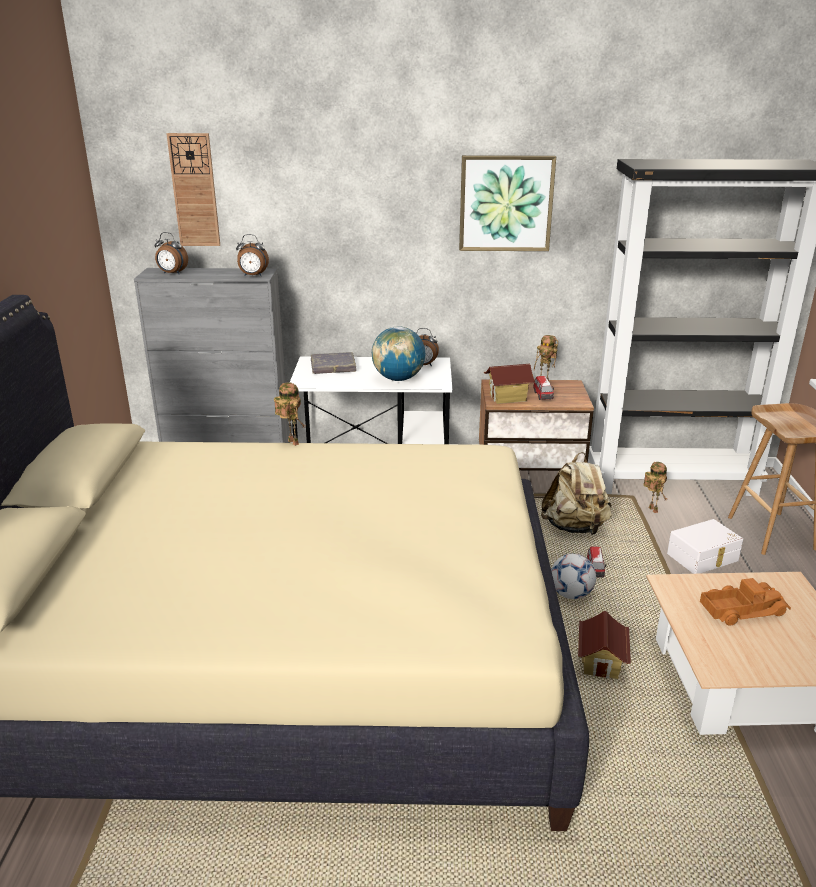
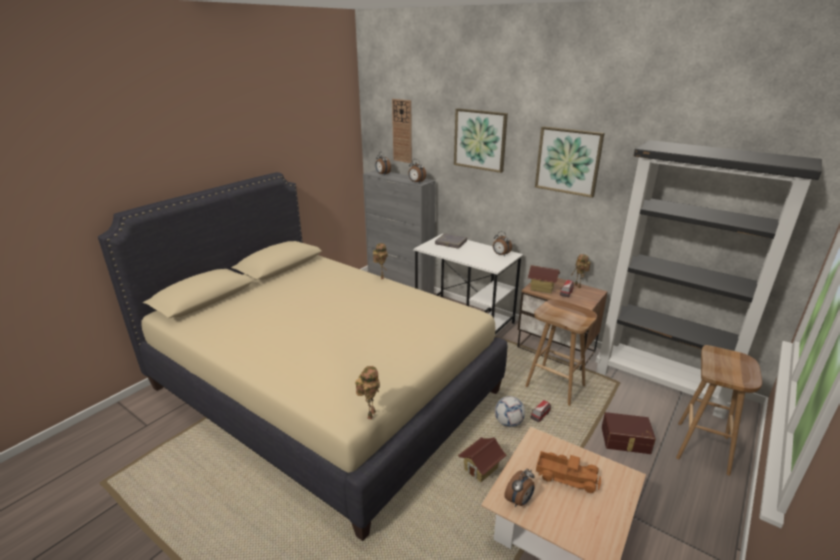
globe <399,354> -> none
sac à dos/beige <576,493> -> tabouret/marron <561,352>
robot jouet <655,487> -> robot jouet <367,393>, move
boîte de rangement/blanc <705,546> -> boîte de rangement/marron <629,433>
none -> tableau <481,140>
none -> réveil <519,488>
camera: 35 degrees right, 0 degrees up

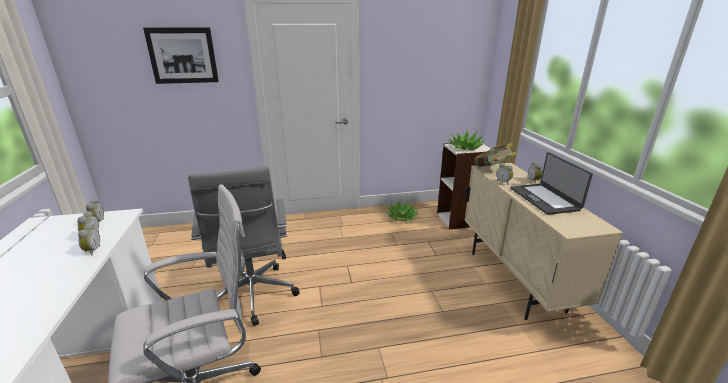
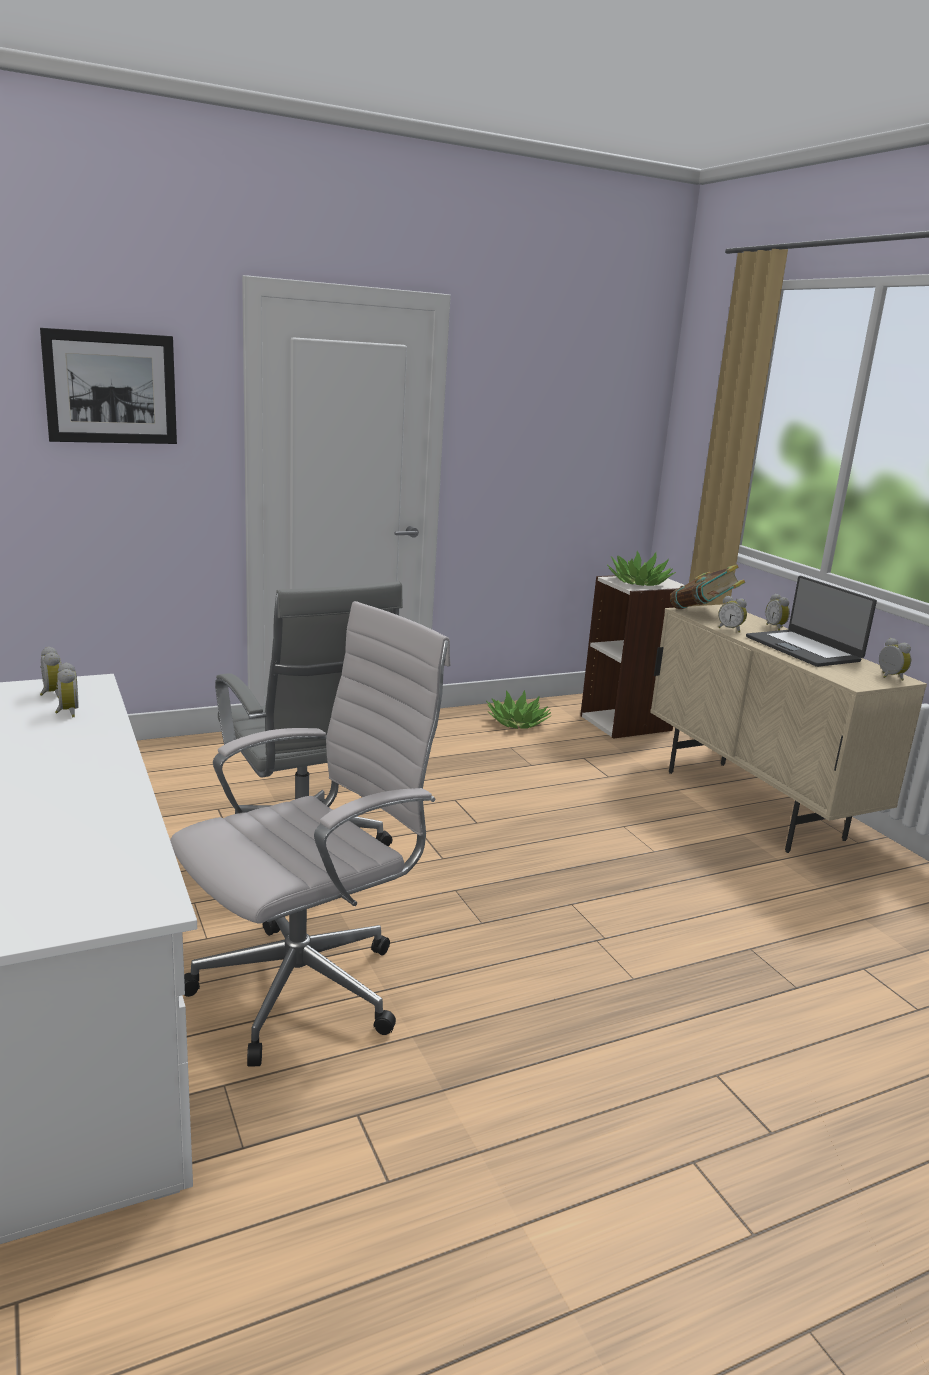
réveil <89,240> -> réveil <895,659>, move
camera: 15 degrees left, 5 degrees down

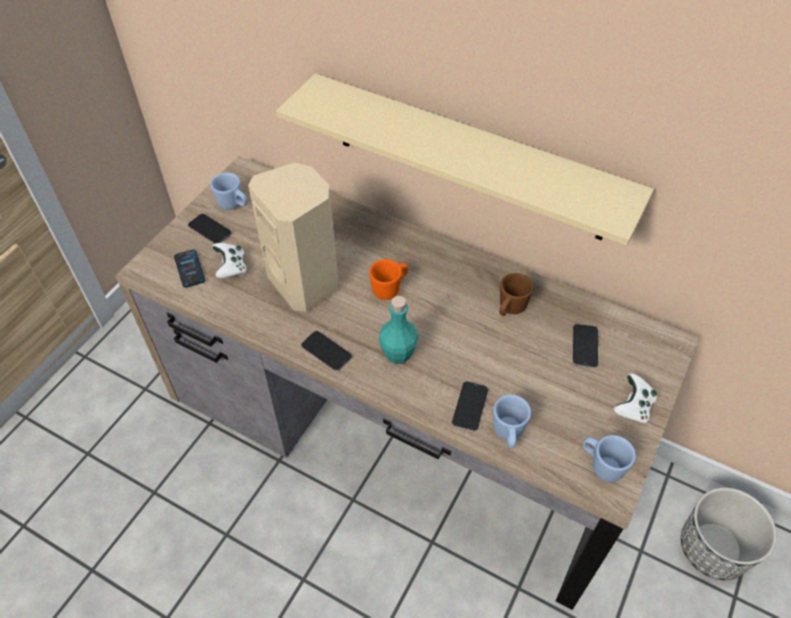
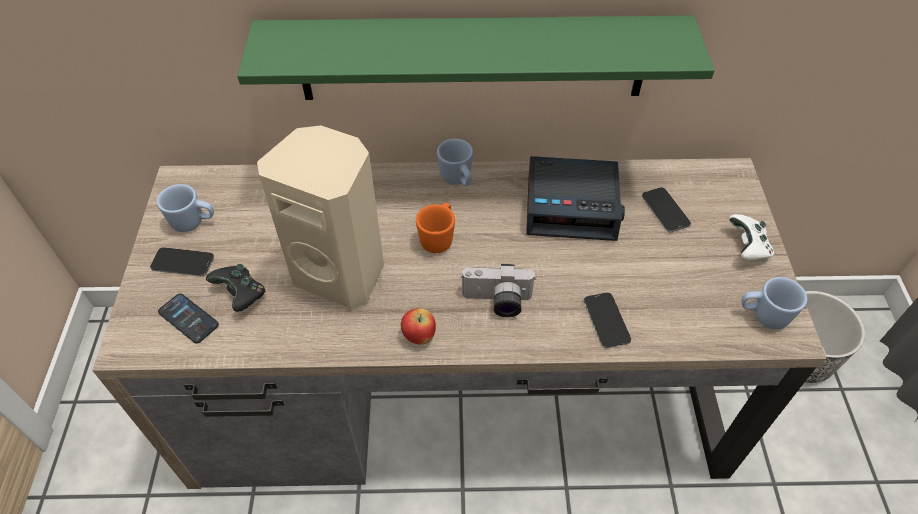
étagère/beige <465,159> -> étagère/vert <476,58>
manette/blanc <229,260> -> manette/noir <235,288>
mug/marron <516,294> -> réveil <575,198>
bouteille/turquoise <398,330> -> appareil photo <498,290>
téléphone <326,351> -> pomme <418,326>
mug/bleu <512,422> -> mug/bleu <455,162>, move
camera: 30 degrees left, 0 degrees up

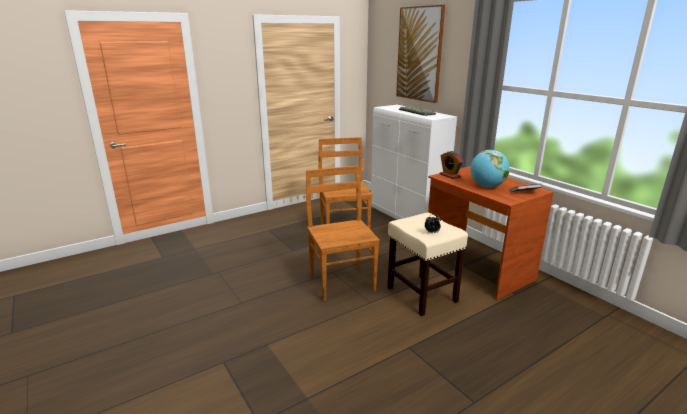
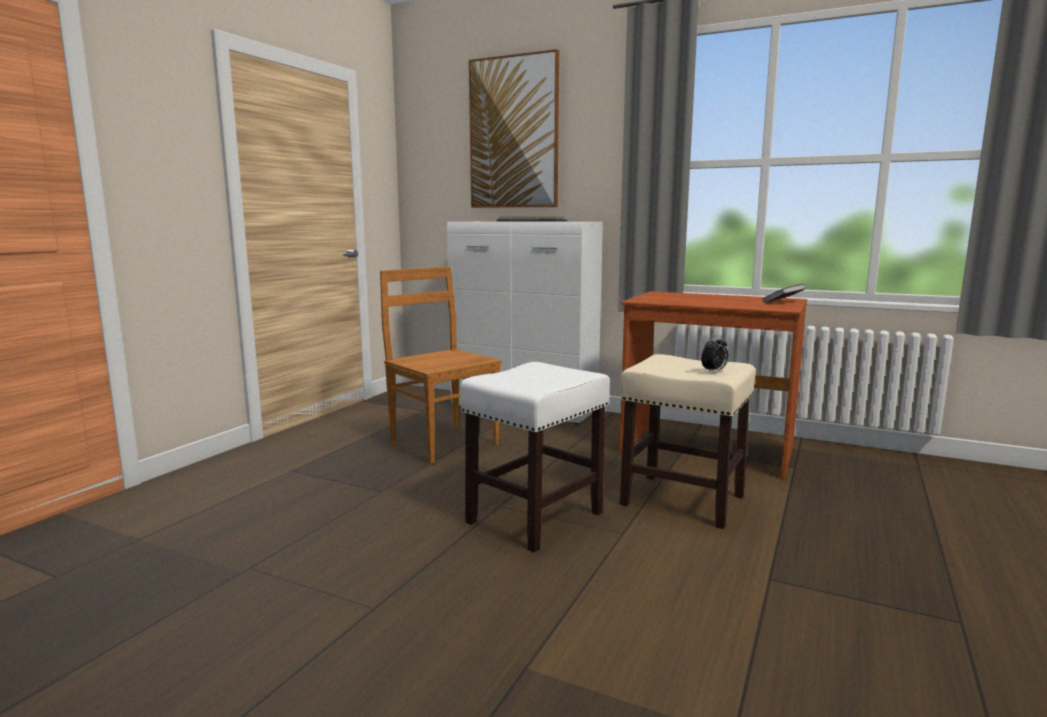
globe <490,169> -> none
réveil <451,165> -> none
chaise/marron <343,233> -> tabouret/blanc <535,457>
camera: 30 degrees left, 10 degrees down

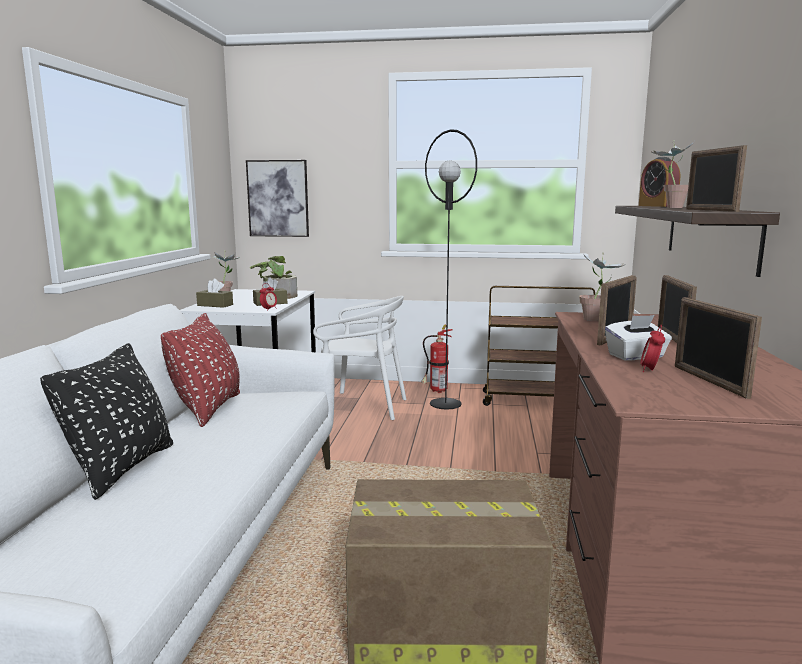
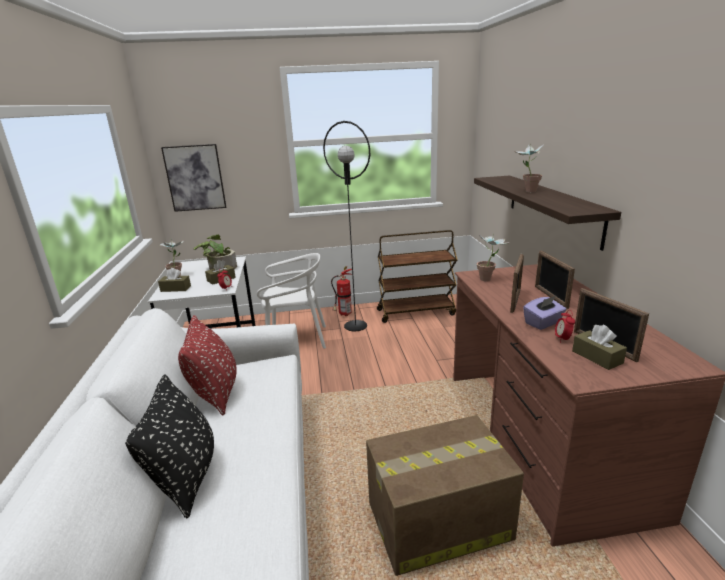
cadre photo <716,178> -> none
réveil <659,182> -> none
boîte à mouchoirs/blanc <638,338> -> boîte à mouchoirs/violet <544,313>
none -> boîte à mouchoirs/marron <599,347>
camera: 15 degrees left, 10 degrees up

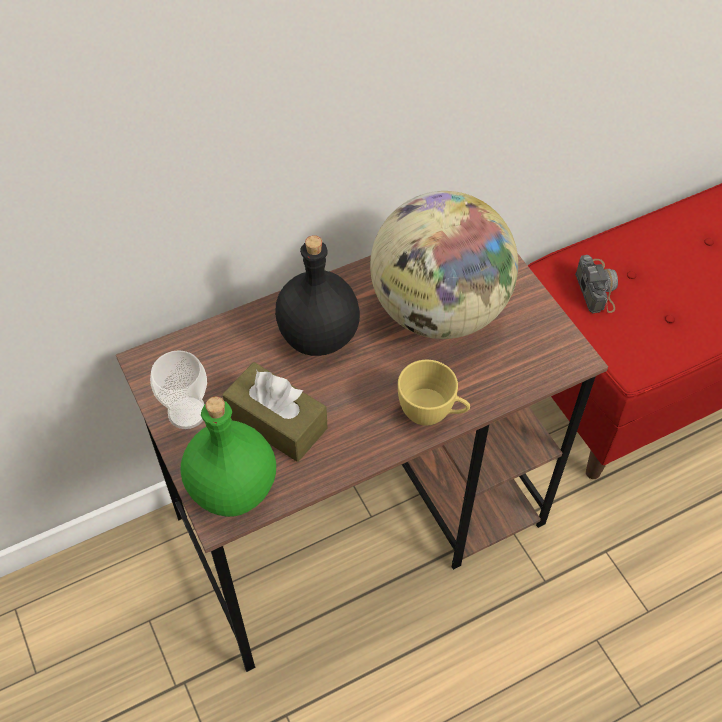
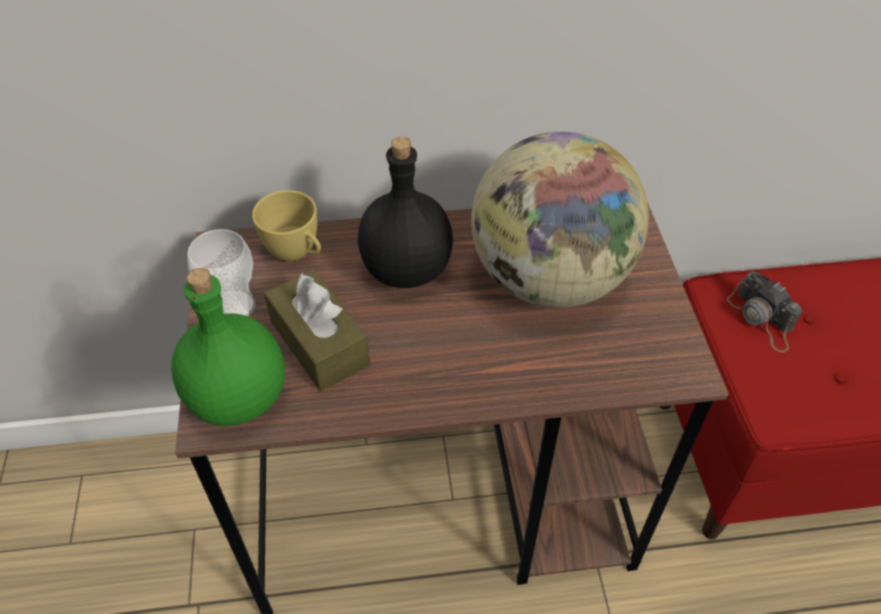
appareil photo <596,284> -> appareil photo <764,311>, 135 degrees clockwise
tasse/jaune <434,393> -> tasse/jaune <286,225>, move
camera: 20 degrees right, 5 degrees down

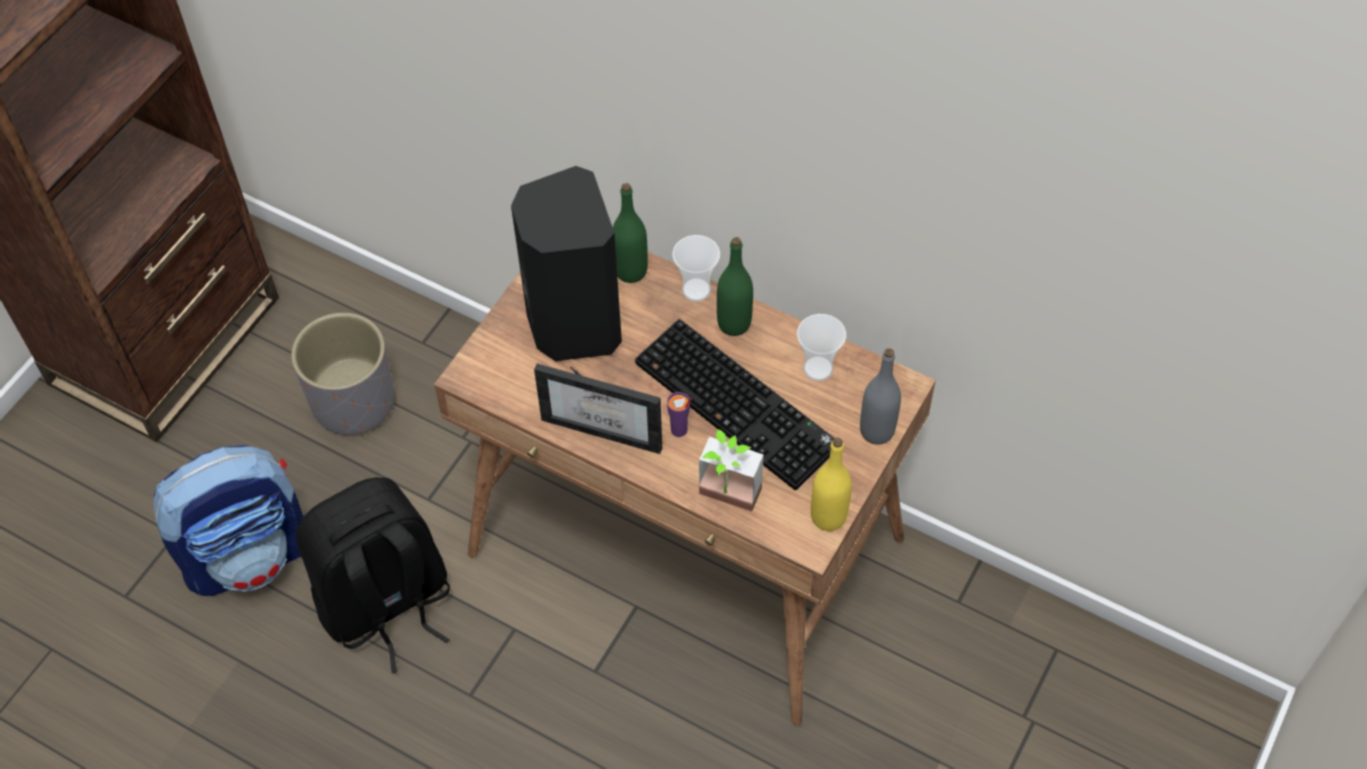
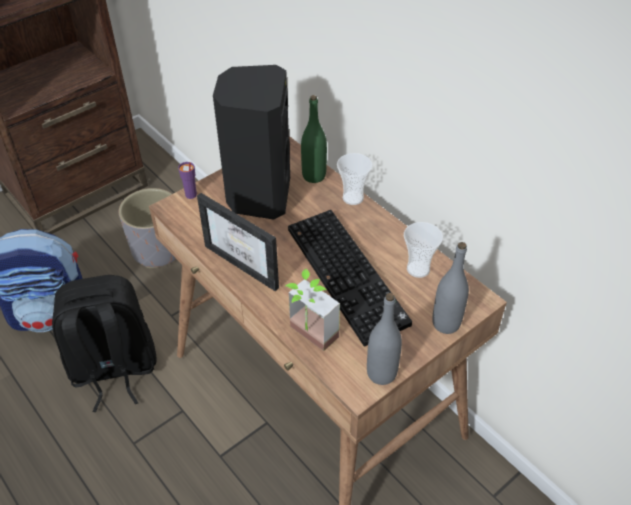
bouteille/vert <735,286> -> none
tasse/violet <679,414> -> tasse/violet <187,180>, move
bouteille/jaune <831,484> -> bouteille/gris <384,339>
camera: 20 degrees right, 10 degrees down

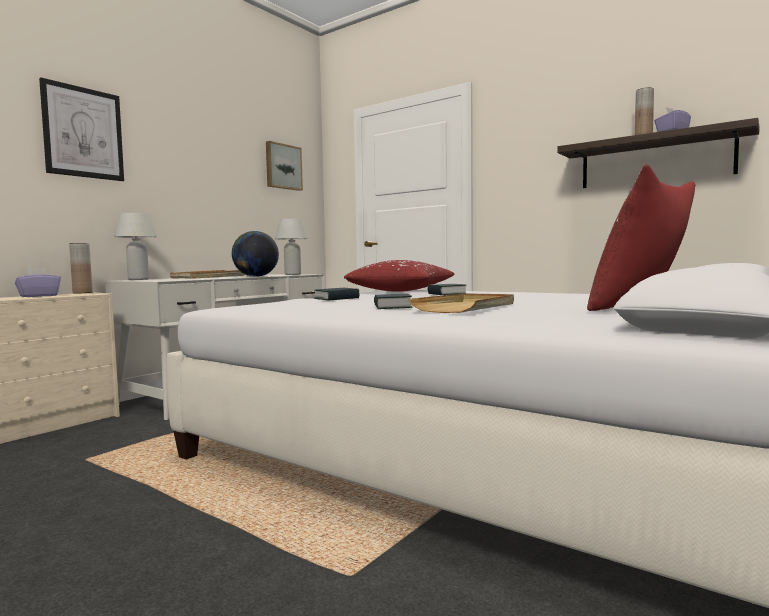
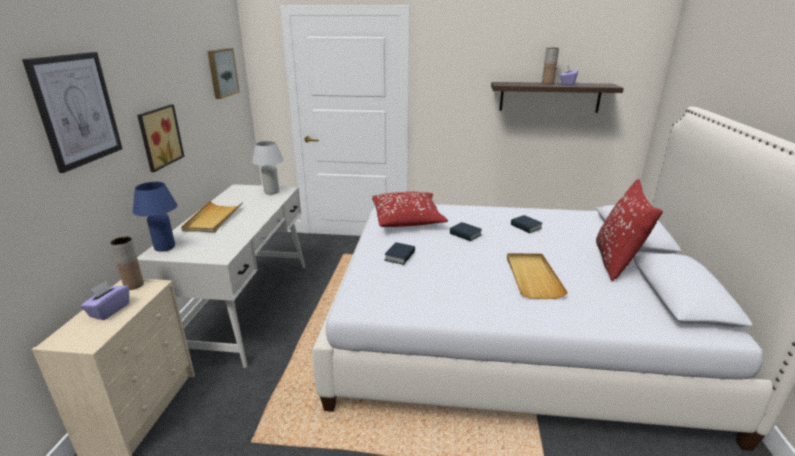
lampe de table/blanc <135,246> -> lampe de table/bleu <155,217>
globe <255,254> -> none
livre <393,301> -> livre <526,224>, move
none -> tableau <160,138>
camera: 30 degrees left, 20 degrees up

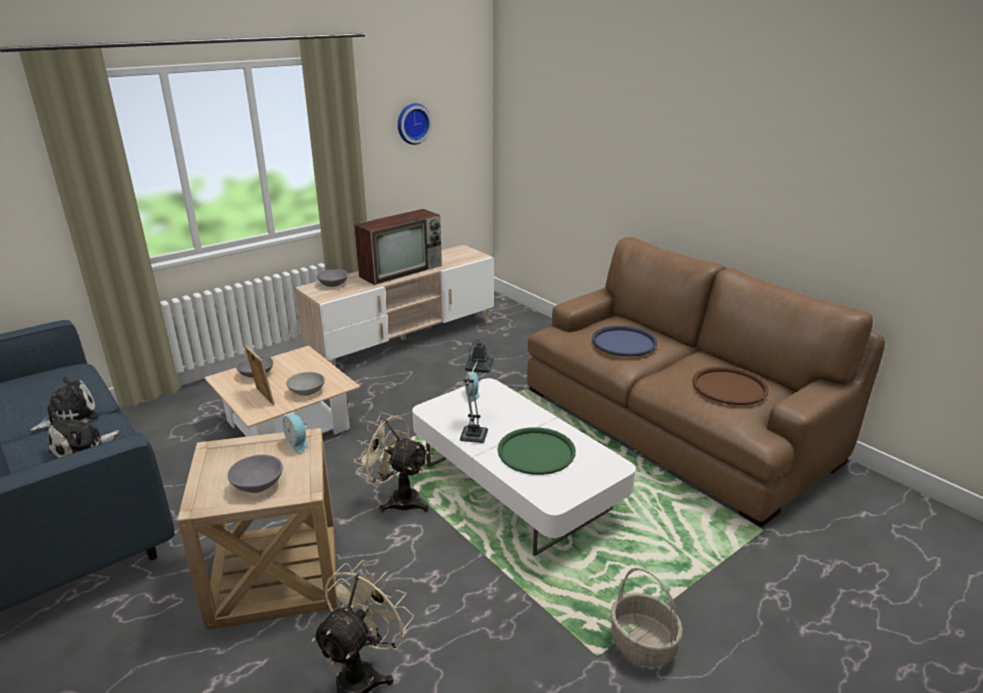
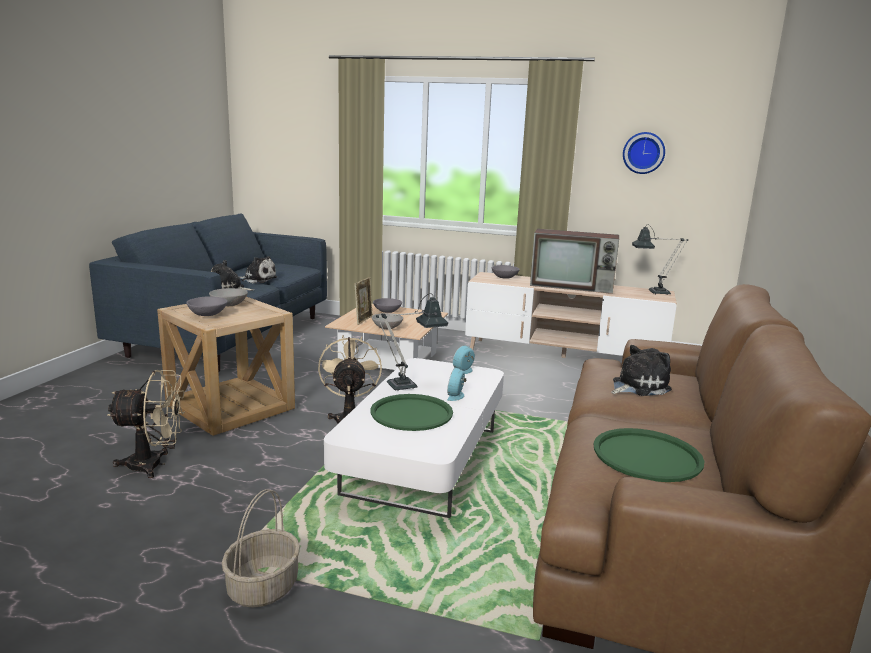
plateau/bleu <624,341> -> peluche <641,370>
plateau/marron <730,386> -> plateau/vert <649,455>
réveil <295,434> -> réveil <456,384>, move
none -> lampe de table <660,259>
none -> bol/gris <228,297>
camera: 55 degrees right, 10 degrees down

